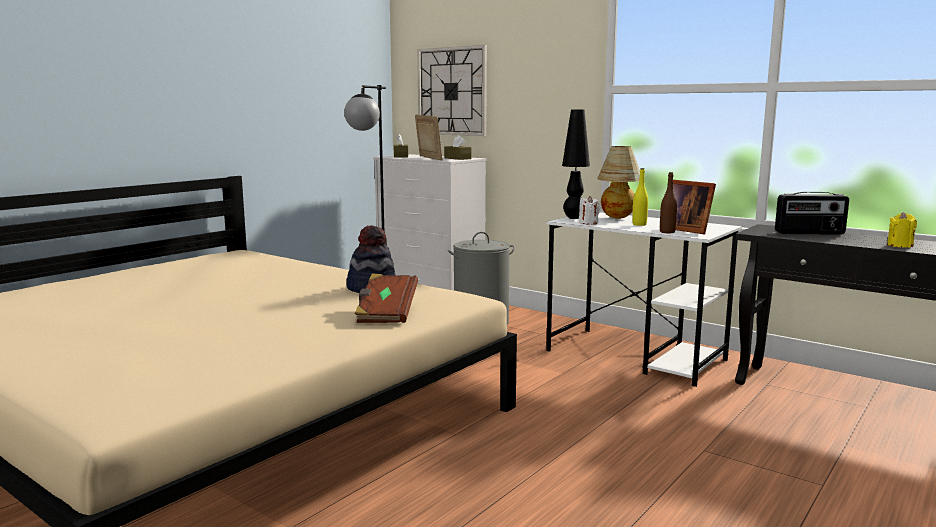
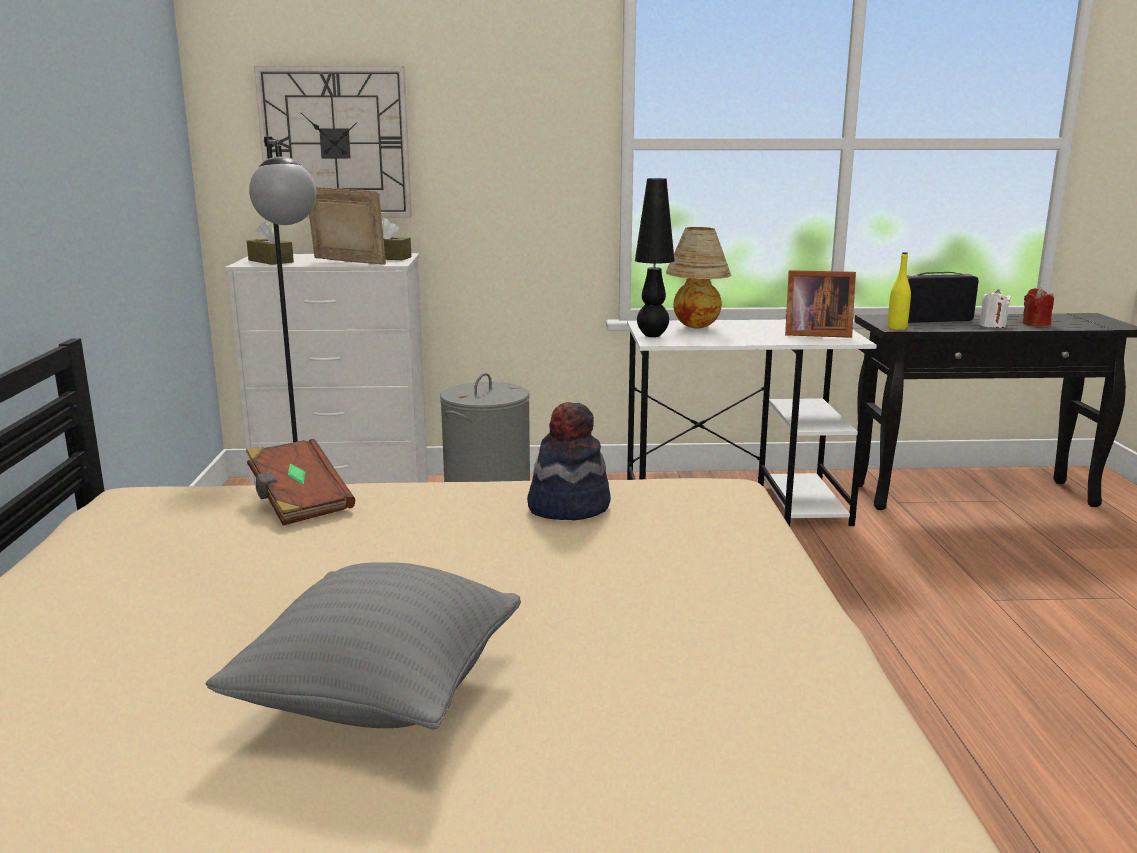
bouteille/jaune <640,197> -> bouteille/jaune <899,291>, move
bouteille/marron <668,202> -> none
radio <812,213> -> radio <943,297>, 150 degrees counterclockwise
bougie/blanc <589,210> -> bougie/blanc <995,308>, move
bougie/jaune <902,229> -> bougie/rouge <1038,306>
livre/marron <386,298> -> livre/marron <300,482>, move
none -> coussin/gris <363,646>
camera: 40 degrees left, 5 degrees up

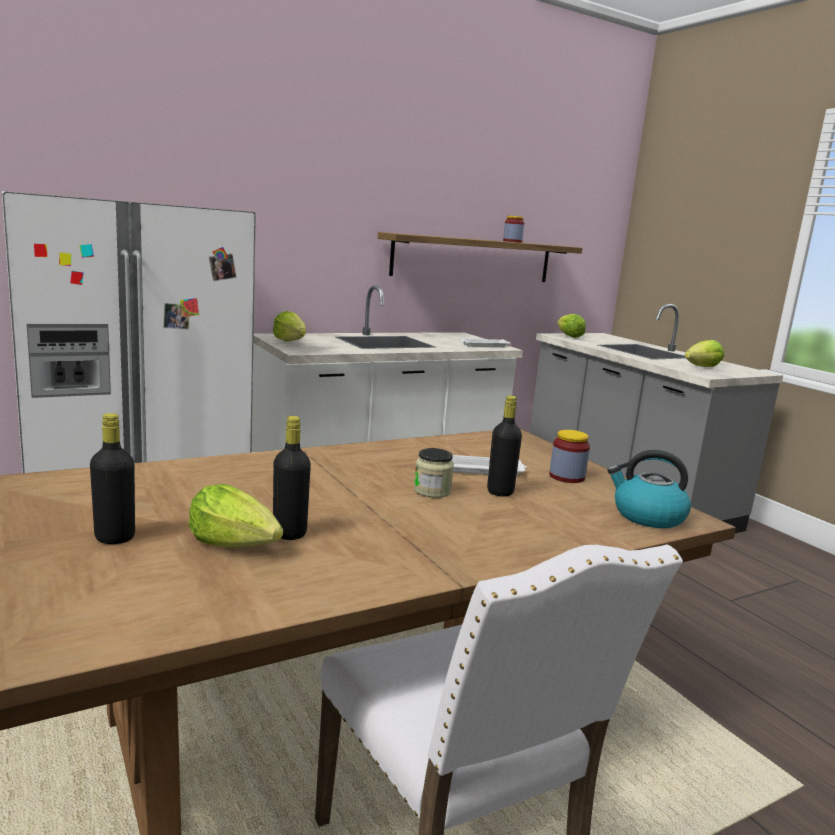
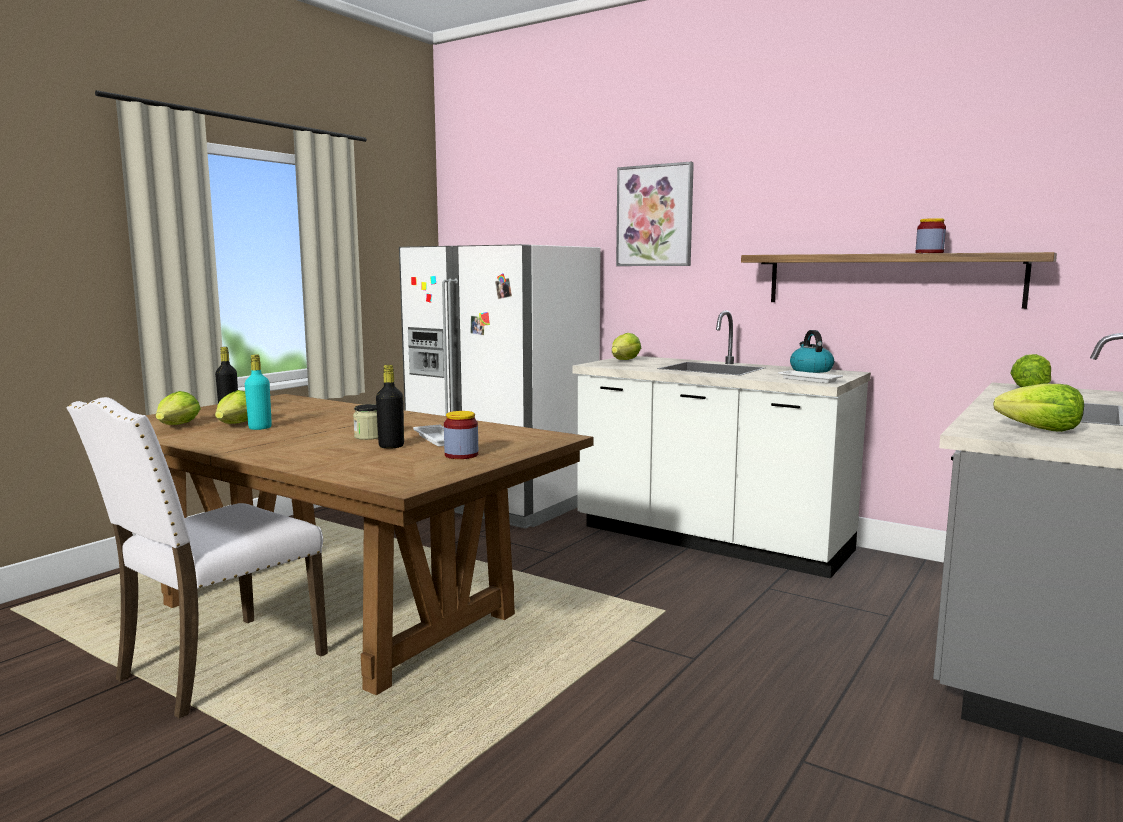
bouteille/noir <292,478> -> bouteille/turquoise <258,392>
bouilloire <649,489> -> bouilloire <812,351>, move
none -> tableau <655,214>
none -> laitue <178,408>
camera: 65 degrees right, 5 degrees down

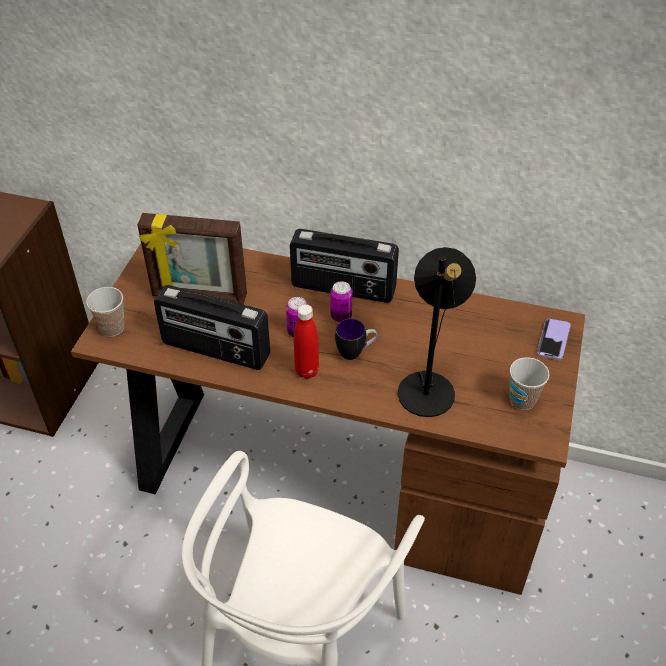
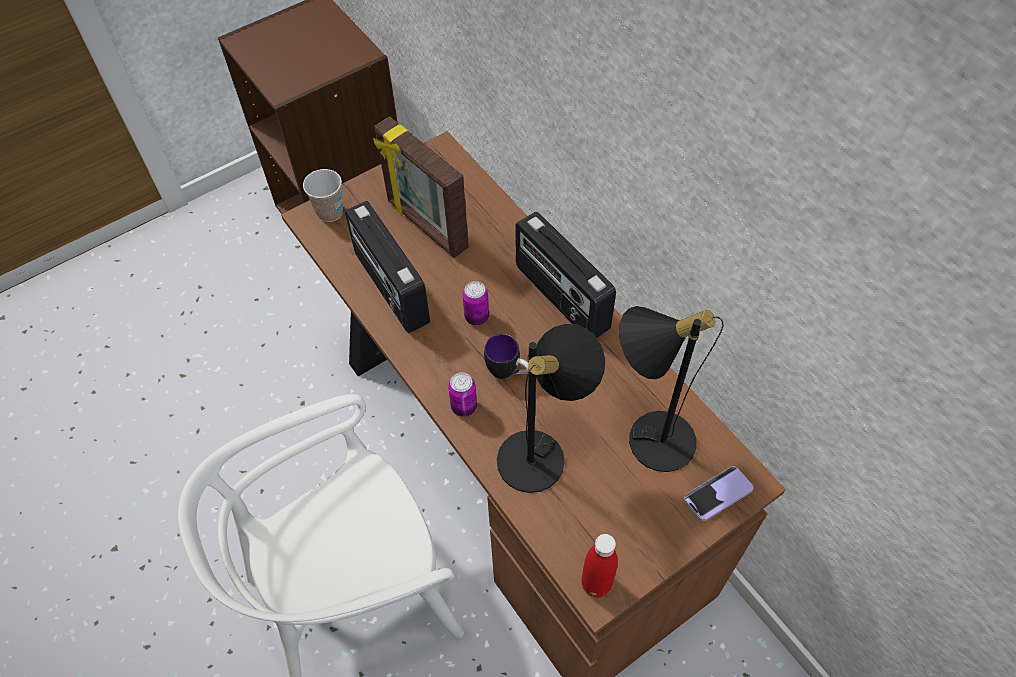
boîte métallique <342,301> -> boîte métallique <462,394>, move
bouteille/rouge <306,341> -> bouteille/rouge <599,566>, move
tasse <529,383> -> none
none -> lampe de table/noir <671,389>
camera: 40 degrees right, 10 degrees up

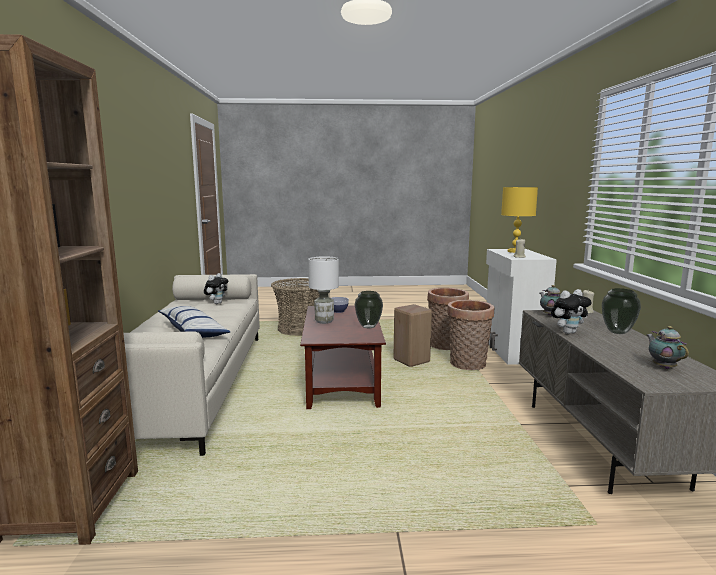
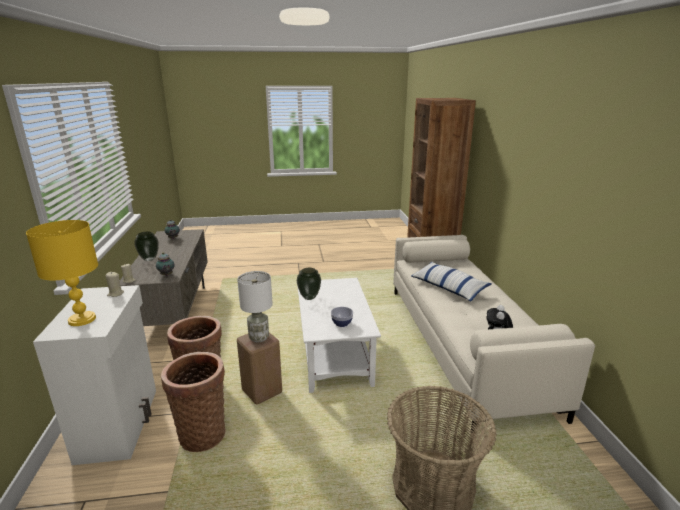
lampe de table/blanc <323,290> -> lampe de table/blanc <255,307>, move
peluche <571,311> -> none
table basse/marron <343,357> -> table basse/blanc <339,335>
camera: 175 degrees right, 10 degrees up

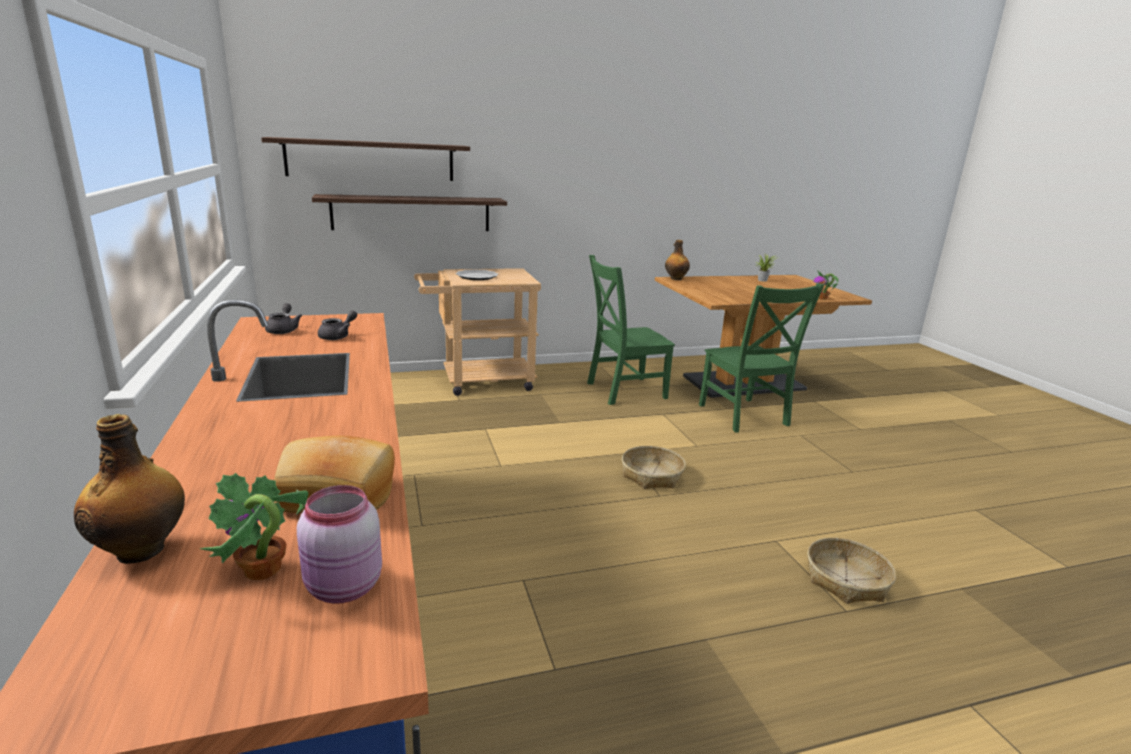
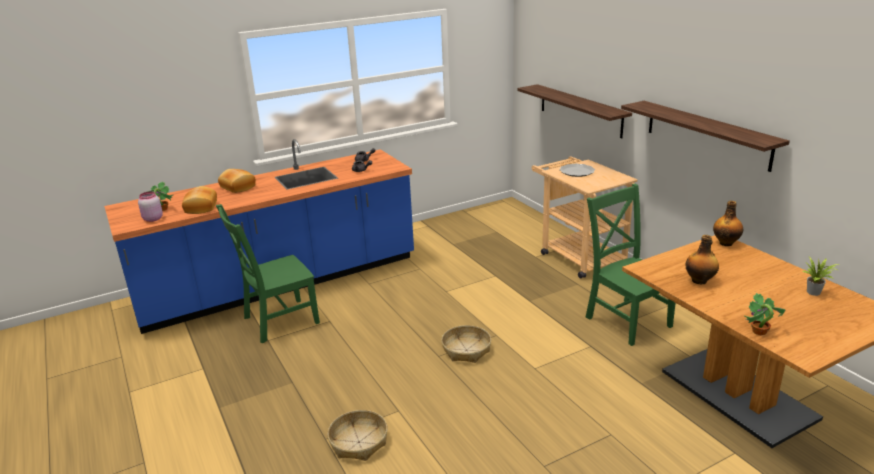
étagère <365,159> -> étagère <705,136>, move
chaise/vert <762,358> -> chaise/vert <268,273>, move
bouteille <129,489> -> bouteille <702,259>, move
none -> pain <237,181>
camera: 80 degrees right, 5 degrees up

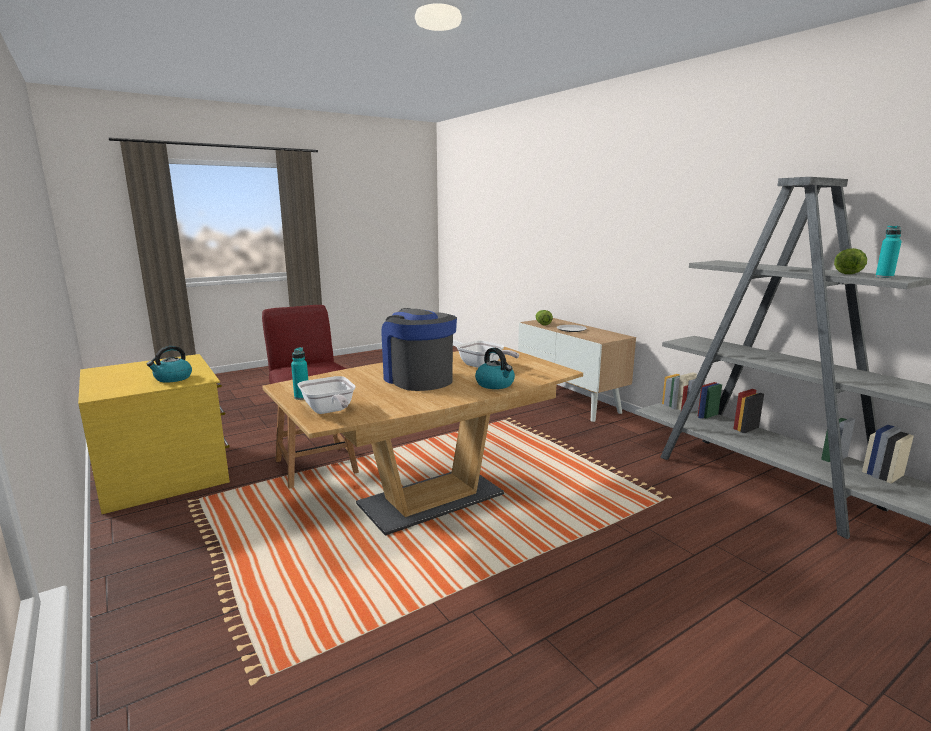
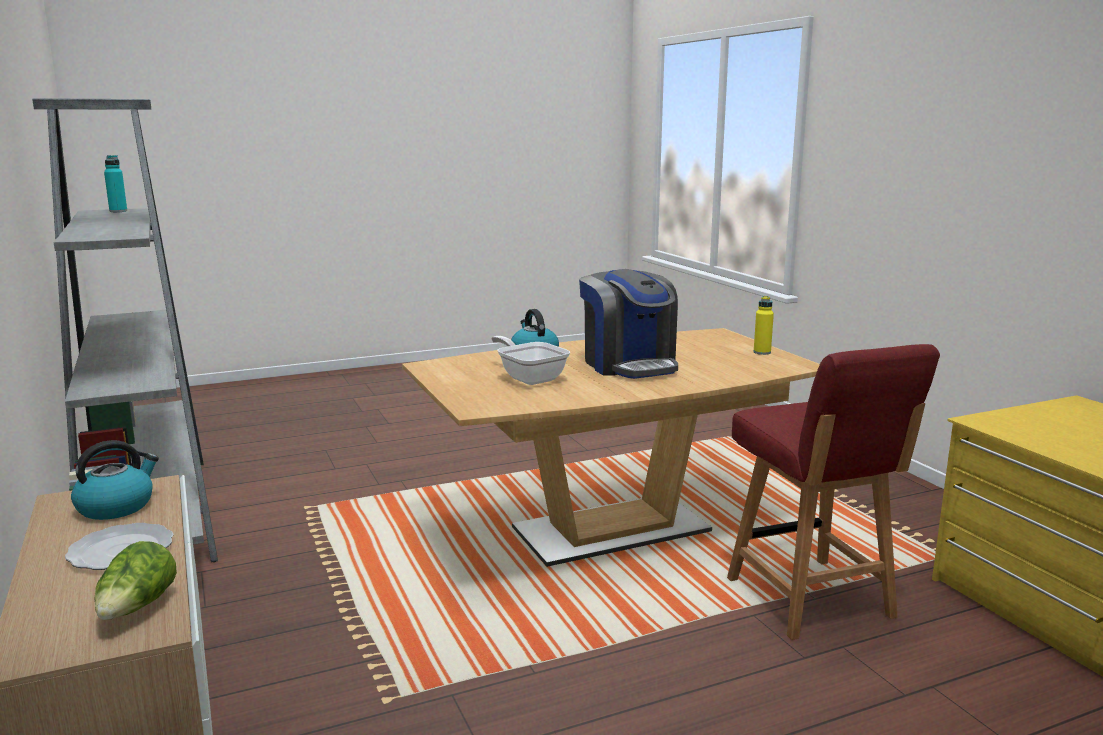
laitue <850,261> -> none
bouilloire <169,364> -> bouilloire <115,480>, move
bouteille/turquoise <299,373> -> bouteille/jaune <764,325>
poêle <327,395> -> none
camera: 170 degrees left, 0 degrees up

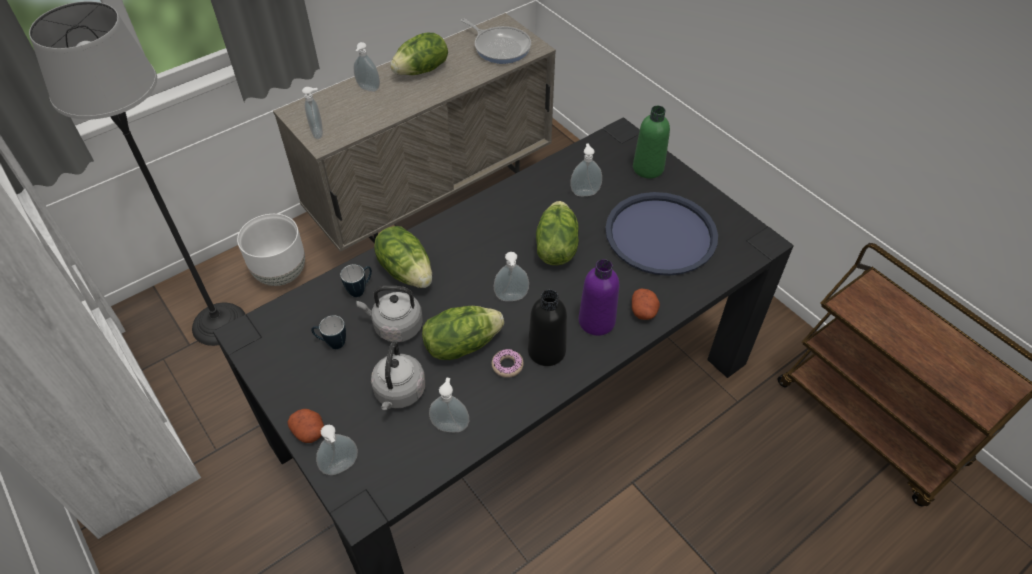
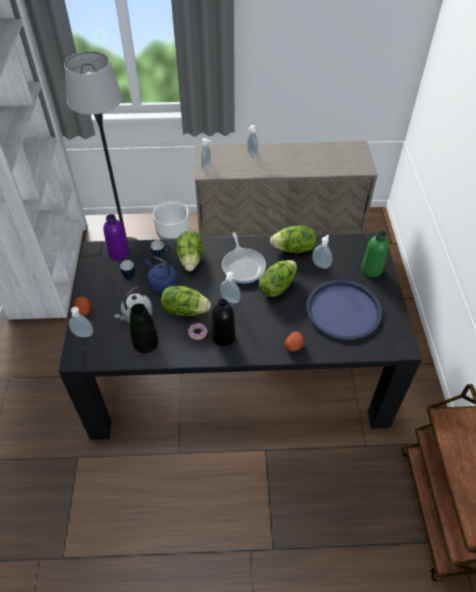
poêle <496,41> -> poêle <244,257>, move
laitue <419,54> -> laitue <293,239>, move
bouteille/violet <599,297> -> bouteille/violet <116,237>, move
bouilloire/gris <389,314> -> bouilloire/bleu <161,275>
distributeur de savon <449,405> -> vase/noir <144,328>
camera: 35 degrees right, 0 degrees up

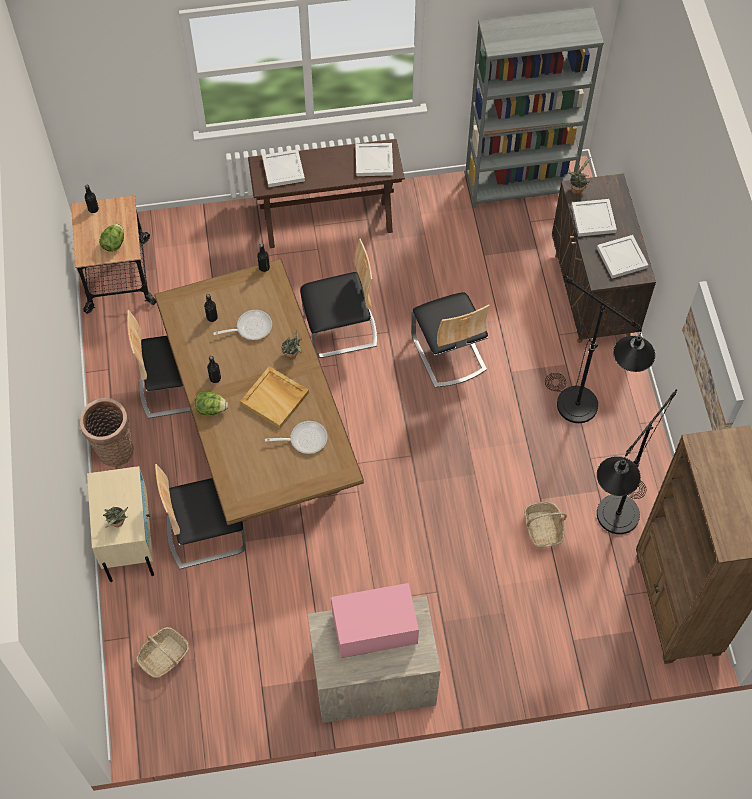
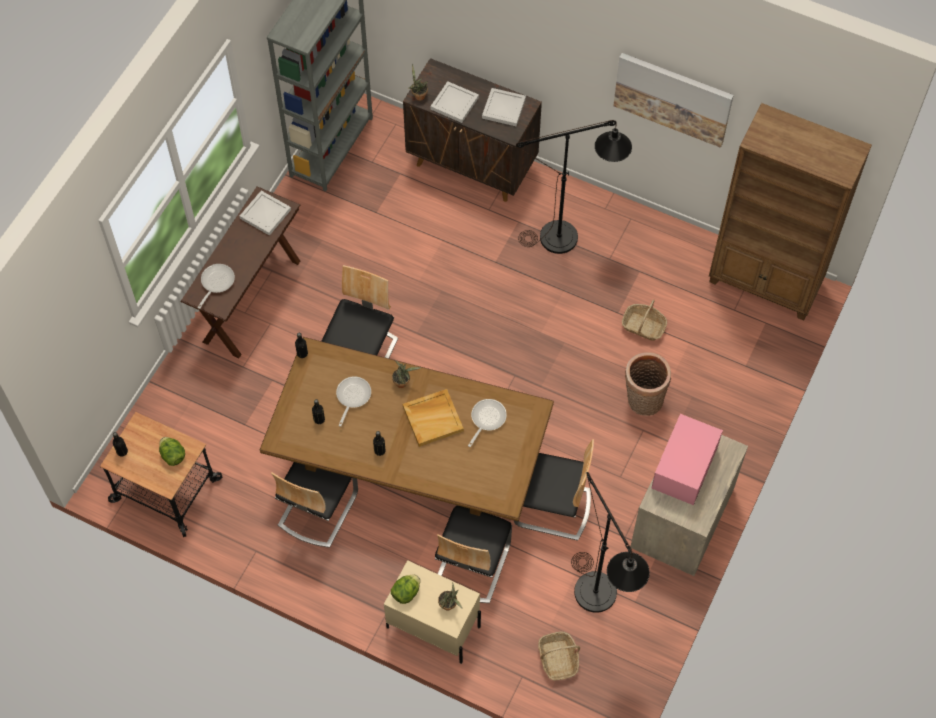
plateau/blanc <283,168> -> poêle <216,286>
chaise <450,340> -> chaise <554,490>, move
lampadaire/noir <637,461> -> lampadaire/noir <610,542>, move
laitue <211,403> -> laitue <405,589>, move
panier <107,432> -> panier <648,384>, move
camera: 55 degrees left, 0 degrees up

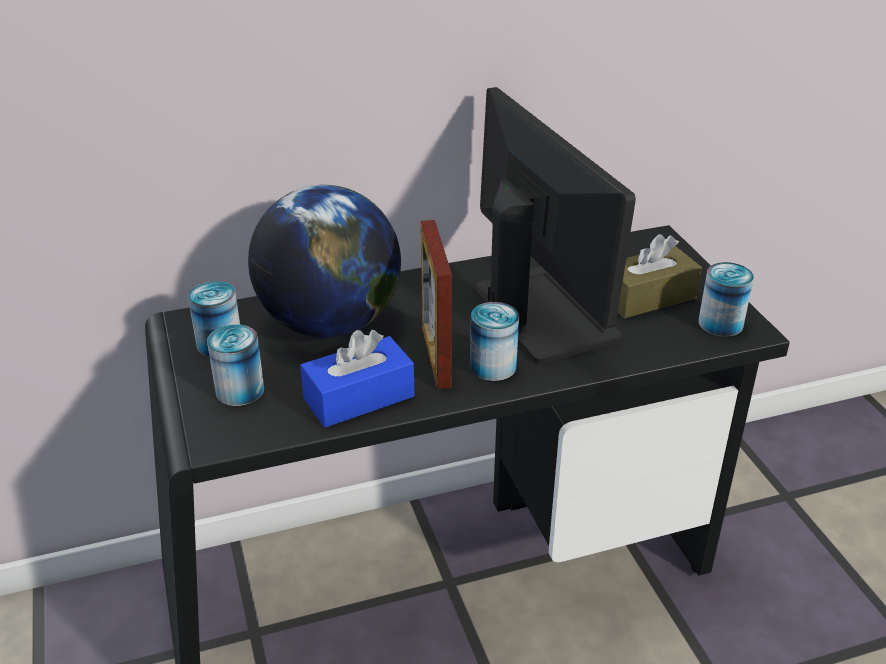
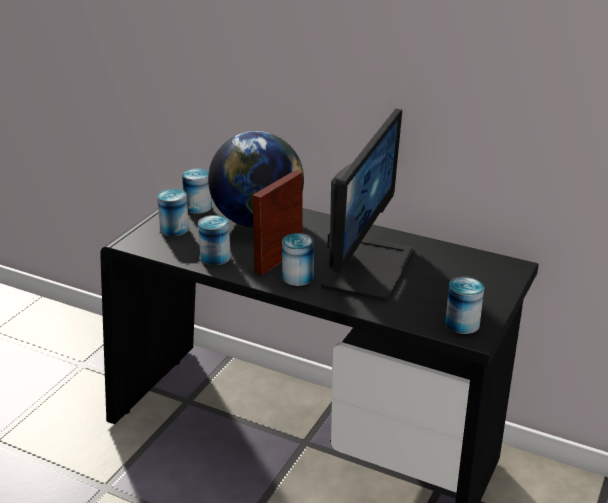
boîte à mouchoirs/marron <660,276> -> none
boîte à mouchoirs/bleu <357,379> -> boîte métallique <214,240>
camera: 45 degrees right, 5 degrees down

